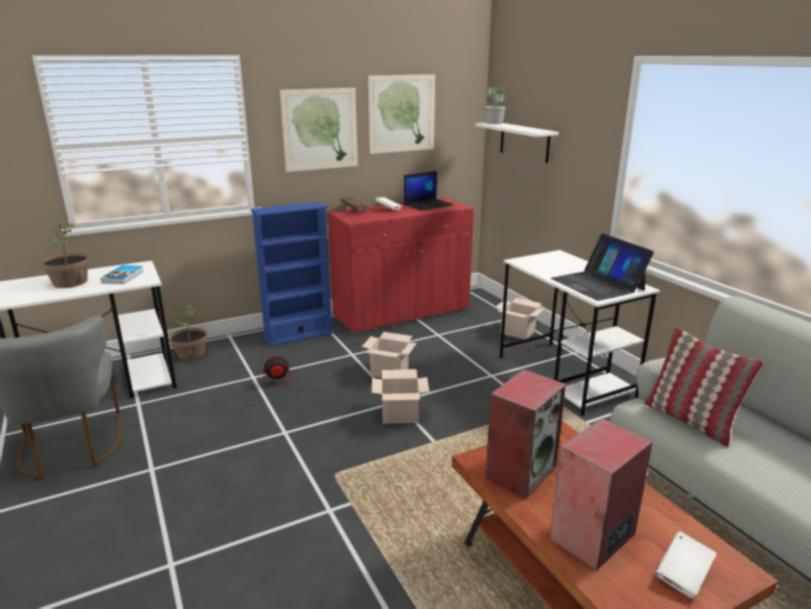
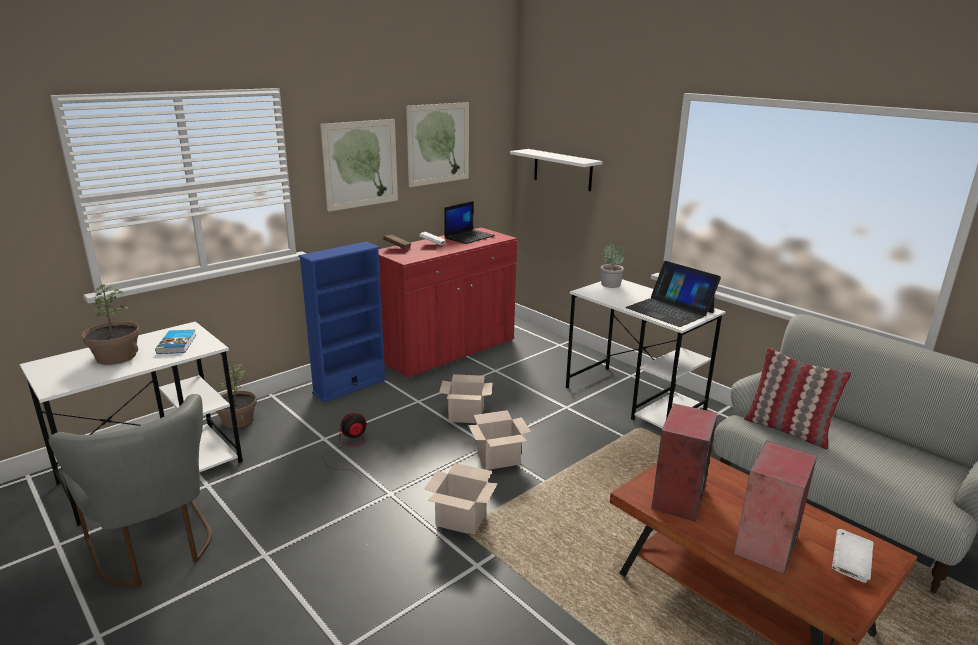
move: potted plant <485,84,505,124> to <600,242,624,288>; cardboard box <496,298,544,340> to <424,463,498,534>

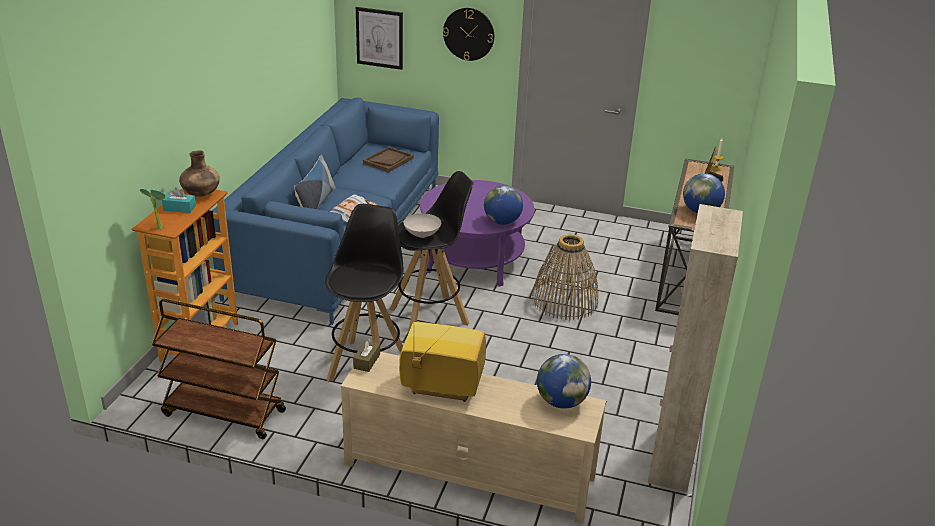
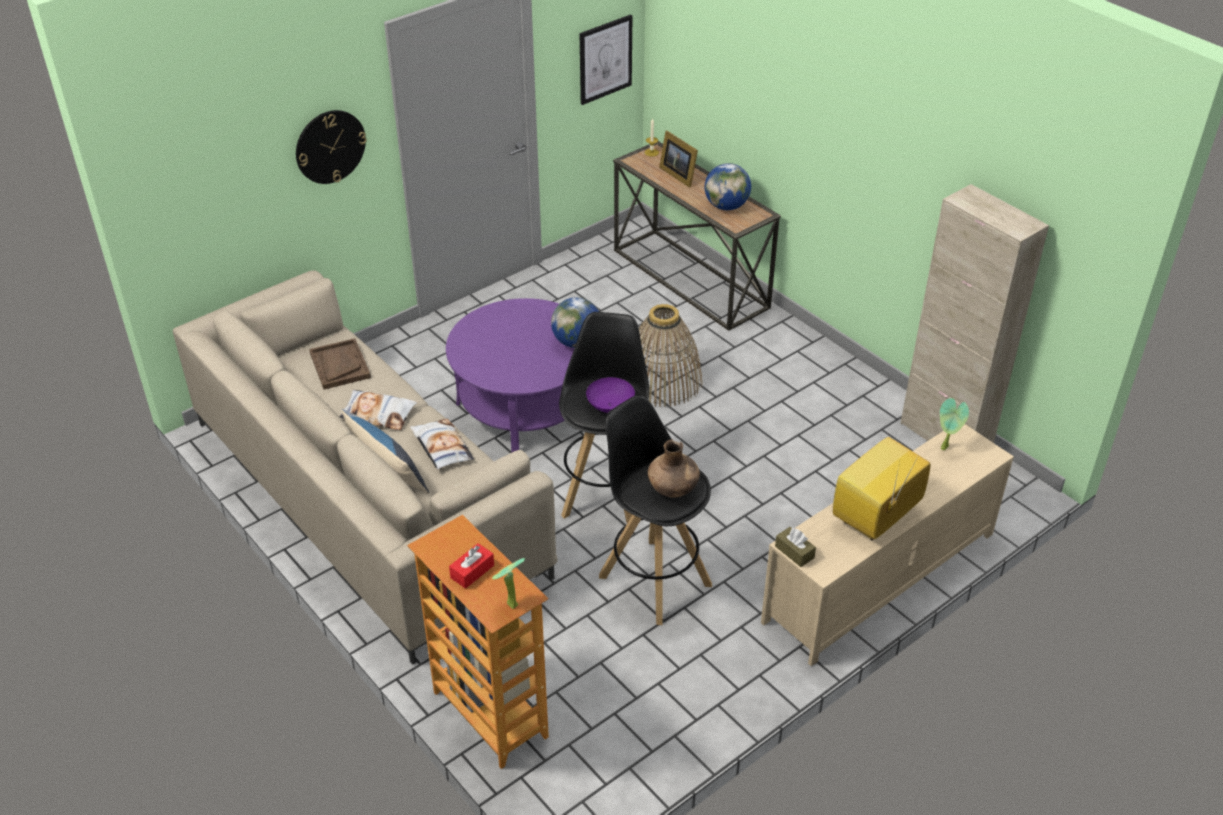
delete: cart (brown) <151,299,286,439>
insert: pillow <339,390,417,430>
move: picture <356,7,403,70> to <580,14,632,105>; vase (brown) <179,150,220,197> to <648,439,700,498>
replace: globe <537,354,591,409> to potted plant <940,398,969,450>
recolor: sofa (blue) <212,98,439,325> to sofa (beige) <173,270,558,665>; tissue box (turquoise) <162,187,196,213> to tissue box (red) <449,543,494,589>; bowl (white) <403,213,441,238> to bowl (purple) <586,377,635,413>

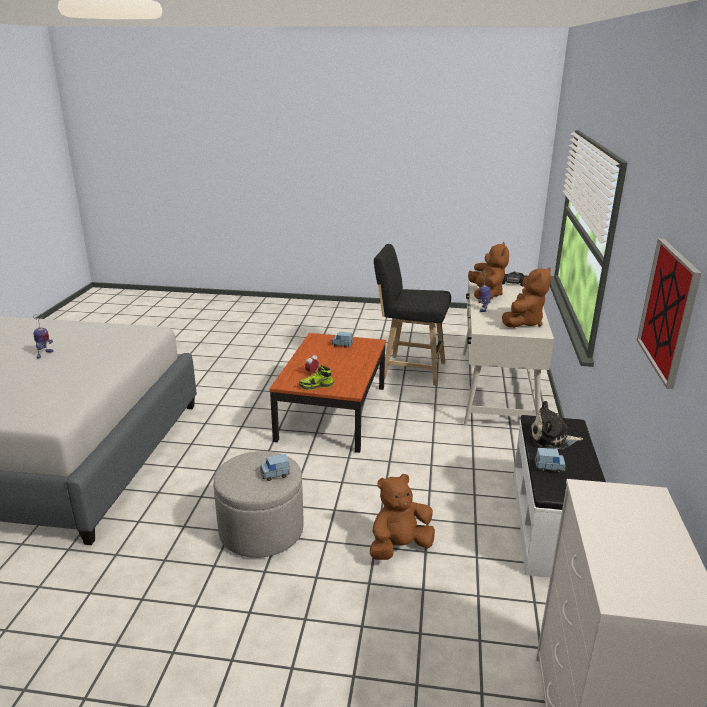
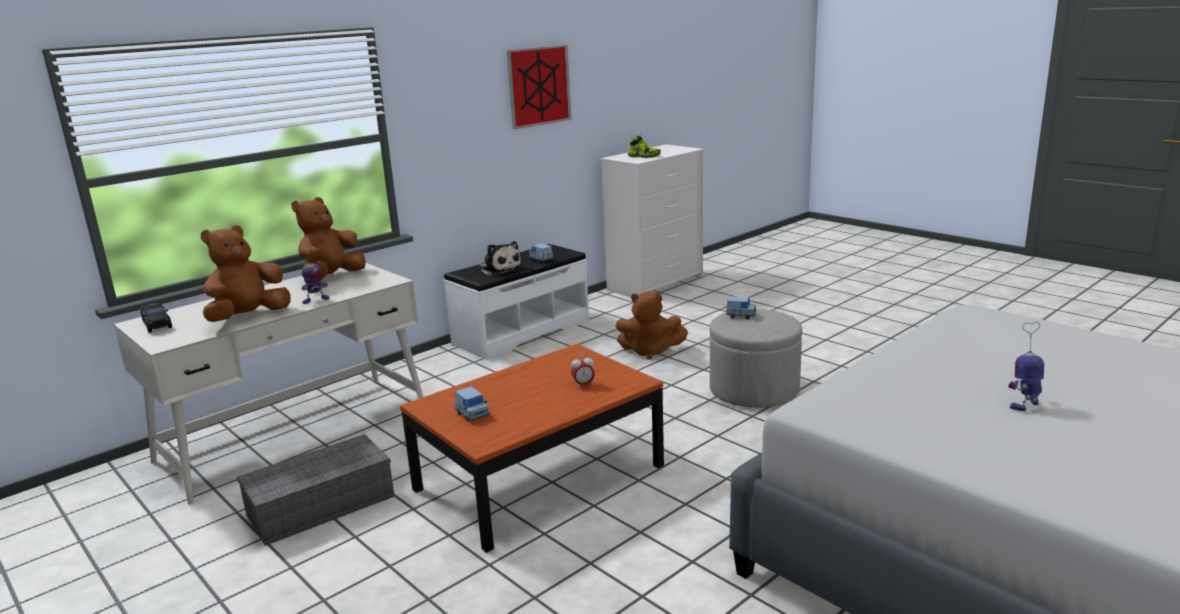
move: shoe <299,365,334,390> to <628,135,661,158>
replace: stool (black) <374,244,451,386> to storage box (grey) <237,434,395,546>
rotate: plush toy (brown) <502,267,551,328> = <291,197,366,278> 45 degrees counterclockwise

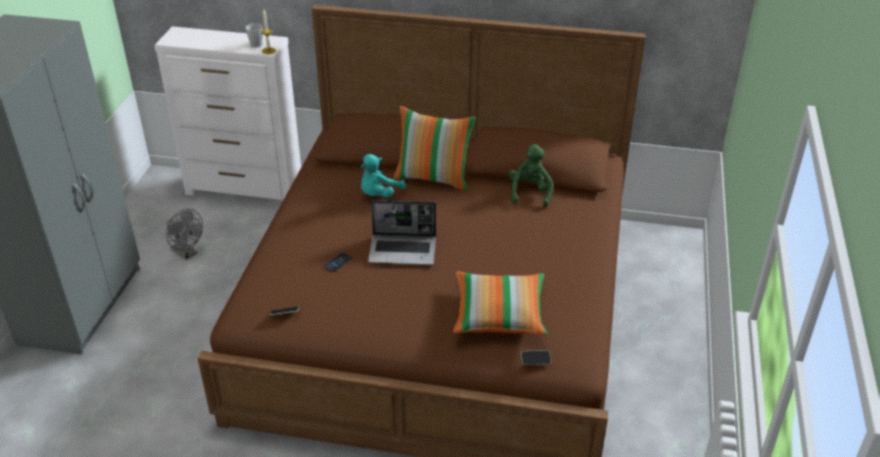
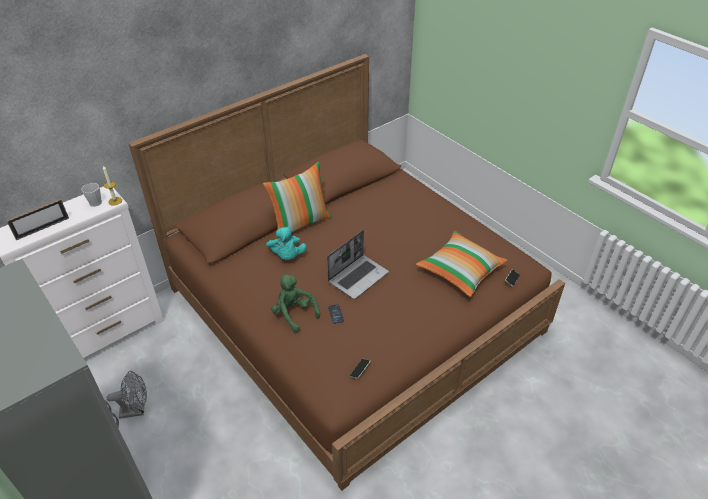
insert: picture frame <6,199,69,240>
move: plush toy (green) <509,144,554,208> to <271,274,320,332>

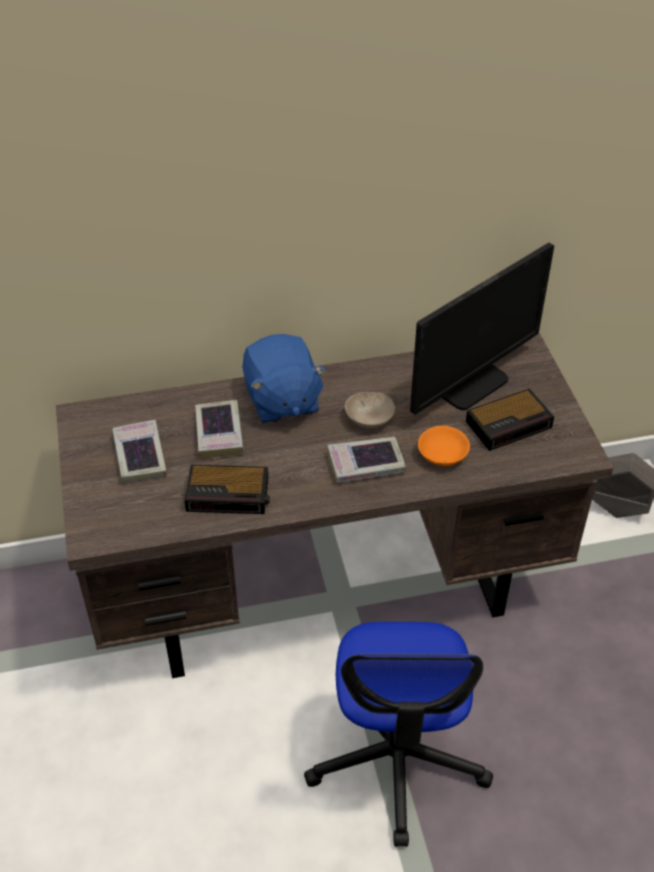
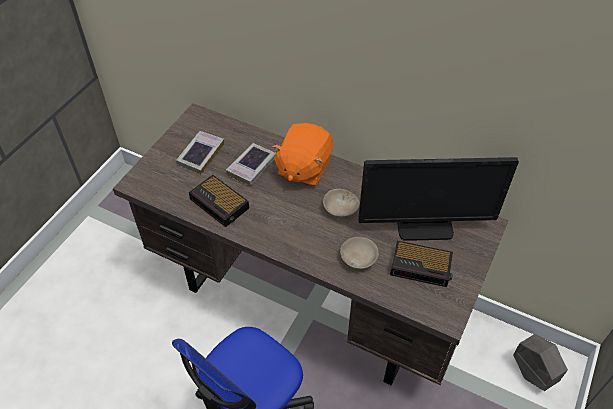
delete: book <327,437,406,483>
recolor: plush toy (blue) <242,334,327,424> to plush toy (orange) <272,123,333,186>; bowl (orange) <418,426,470,466> to bowl (beige) <340,237,379,269>

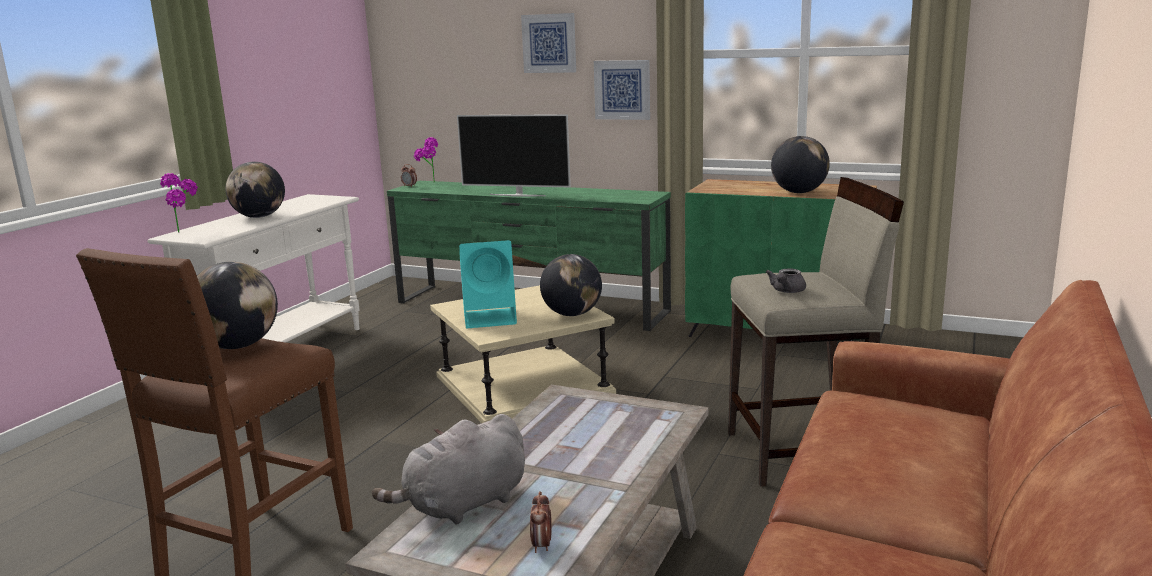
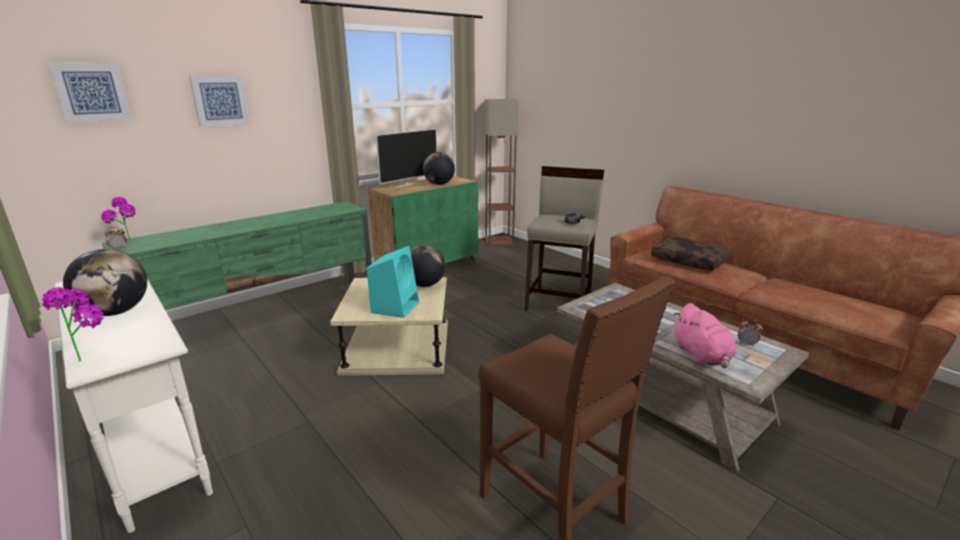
delete: globe <197,262,278,349>
insert: floor lamp <485,99,519,246>; pillow (brown) <651,237,731,271>
move: picture <594,60,650,120> to <48,63,132,123>; television <457,114,571,197> to <376,129,437,187>
recolor: plush toy (grey) <372,414,525,524> to plush toy (pink) <673,303,736,368>

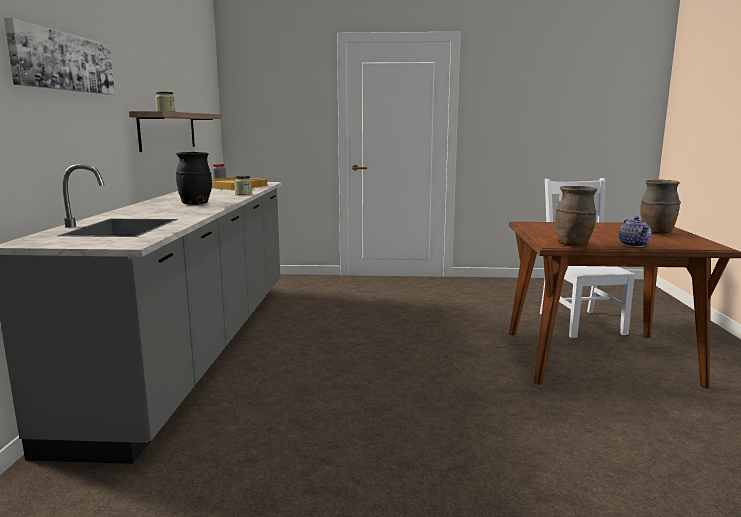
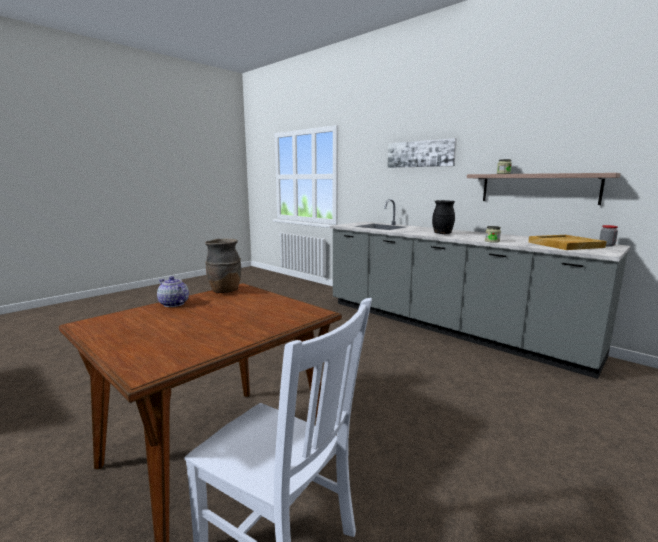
delete: vase (brown) <640,179,681,234>

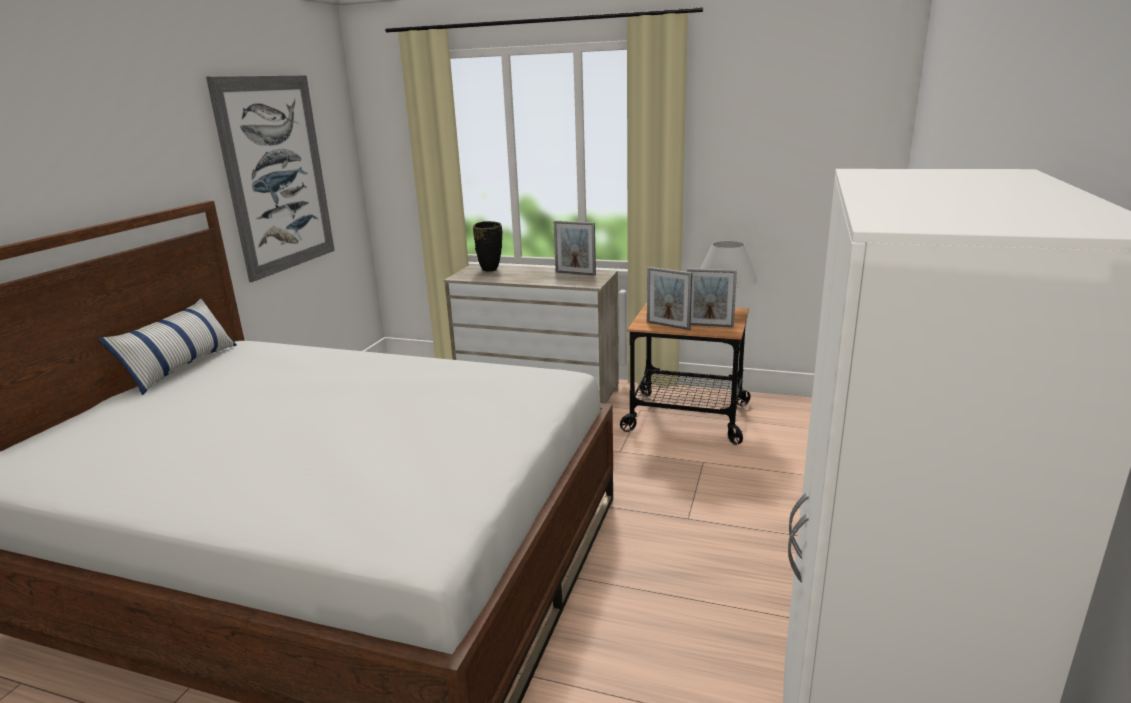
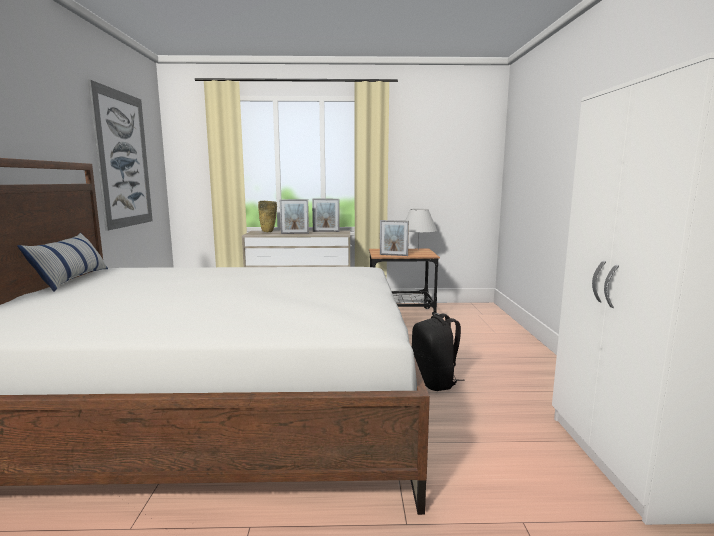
insert: backpack (black) <411,313,465,391>
move: picture frame <687,268,737,327> to <280,199,309,234>
recolor: vase (black) <473,221,502,272> to vase (beige) <258,201,277,232>

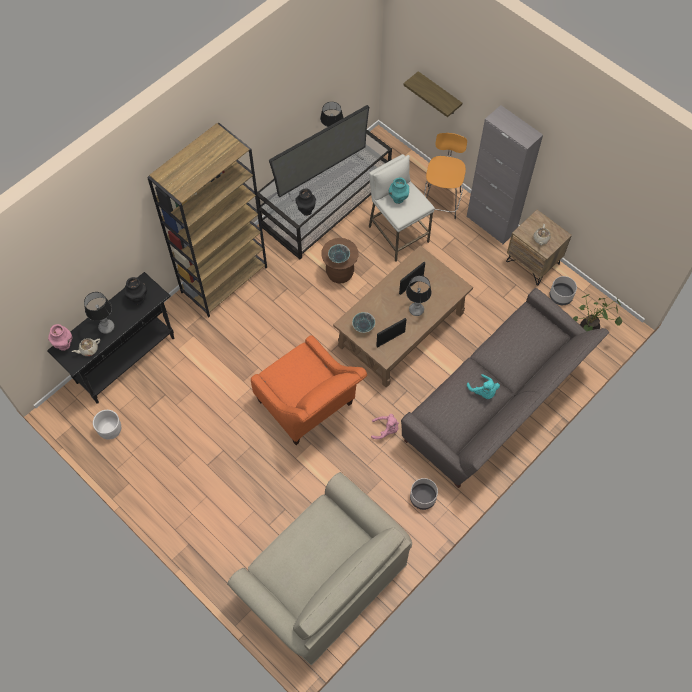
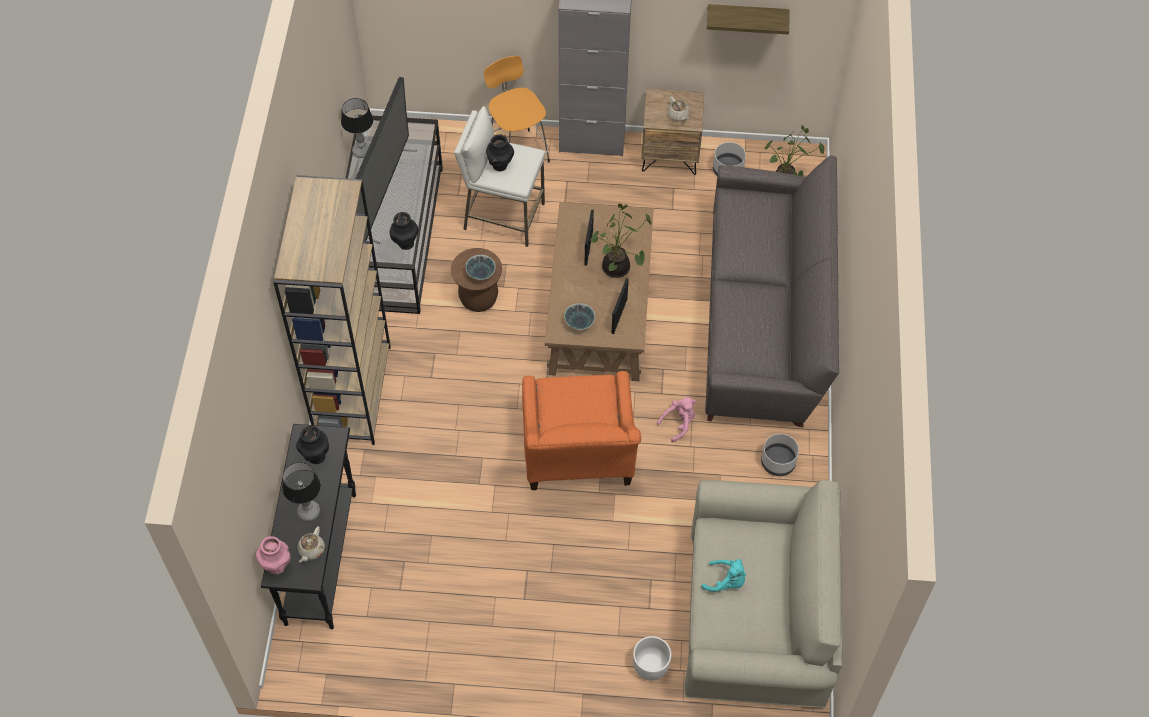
move: shelf <403,71,462,117> to <707,4,789,34>; plush toy (turquoise) <467,374,500,399> to <702,559,746,592>; planter (white) <93,410,121,440> to <633,636,671,681>
replace: table lamp <406,275,432,316> to potted plant <591,204,652,278>
recolor: vase (turquoise) <389,178,409,204> to vase (black) <486,134,514,171>
rotate: armchair (orange) <251,335,367,445> = <522,371,641,490> 75 degrees clockwise

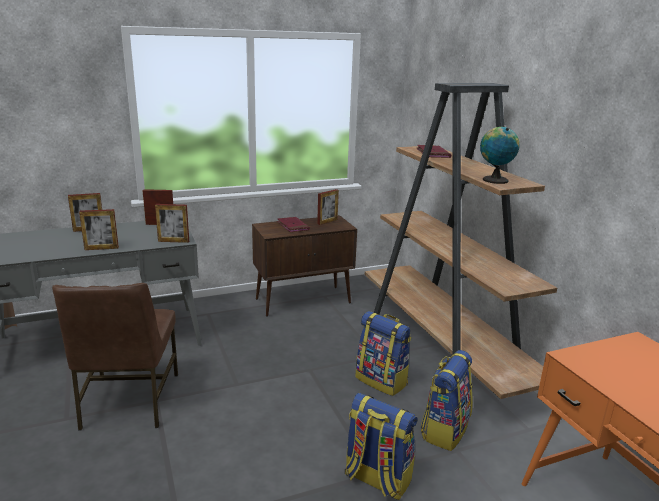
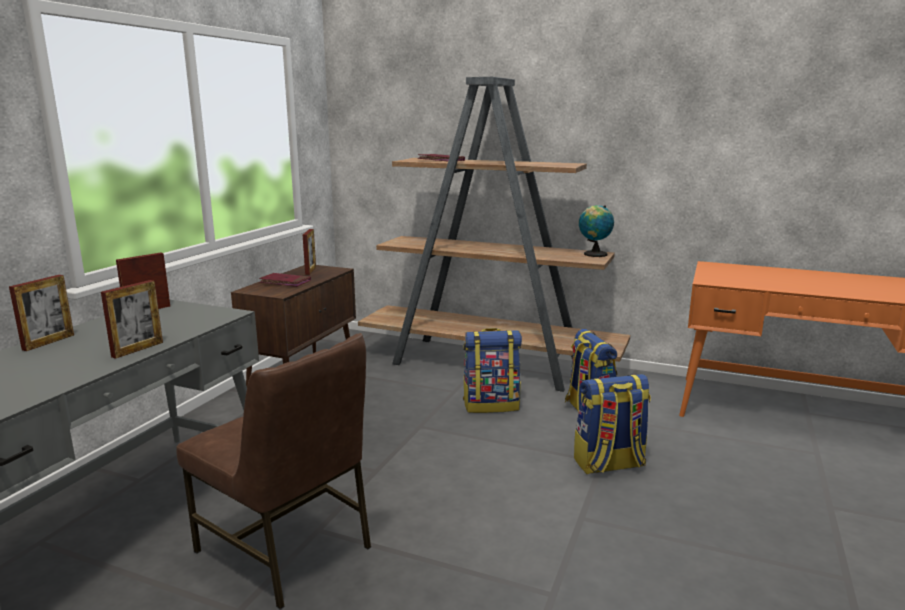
delete: picture frame <155,204,189,243>
move: globe <480,127,520,184> to <579,205,614,257>

